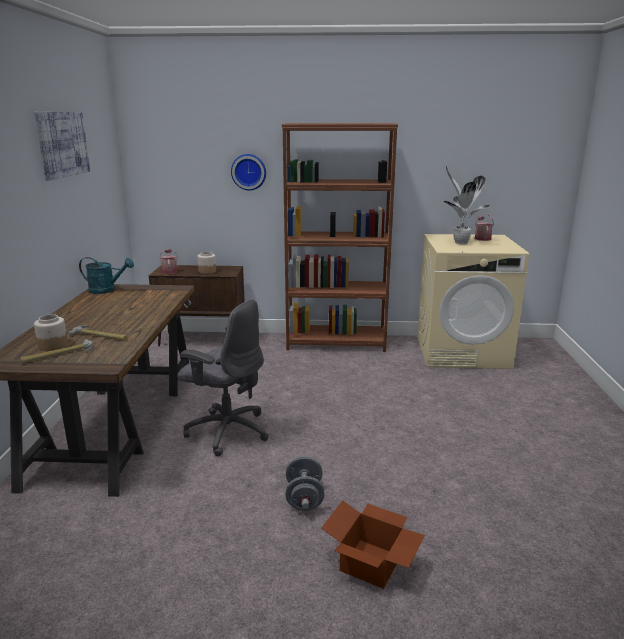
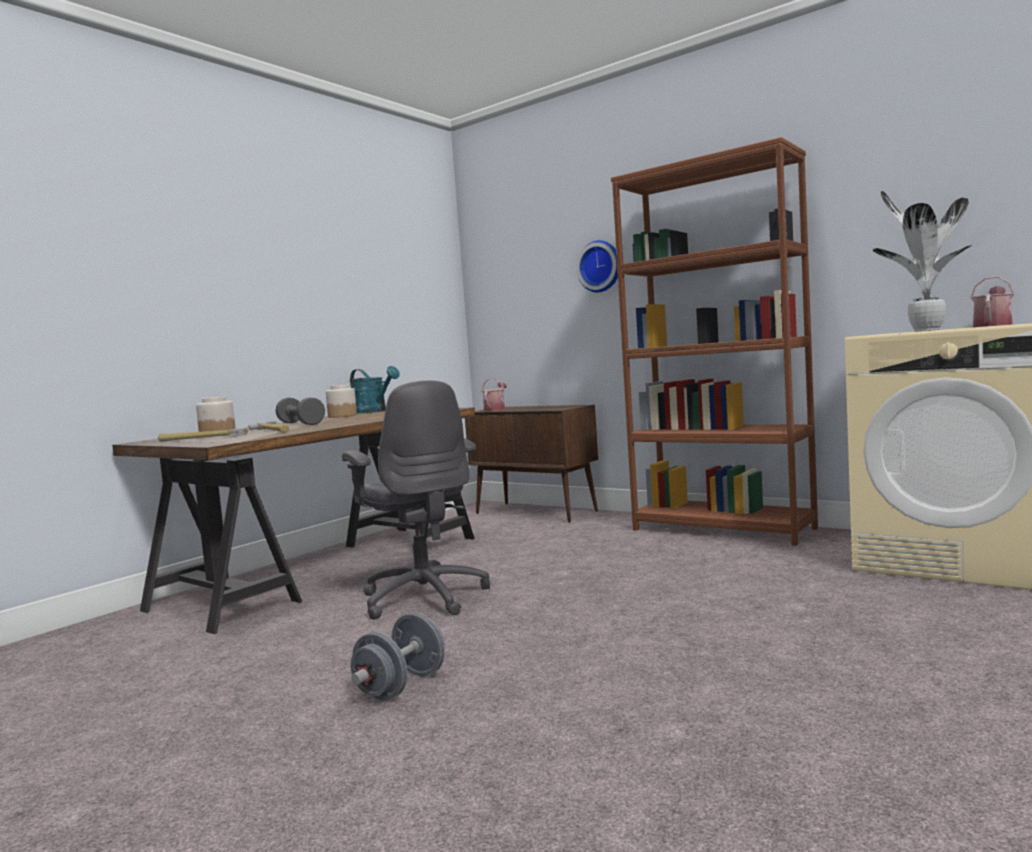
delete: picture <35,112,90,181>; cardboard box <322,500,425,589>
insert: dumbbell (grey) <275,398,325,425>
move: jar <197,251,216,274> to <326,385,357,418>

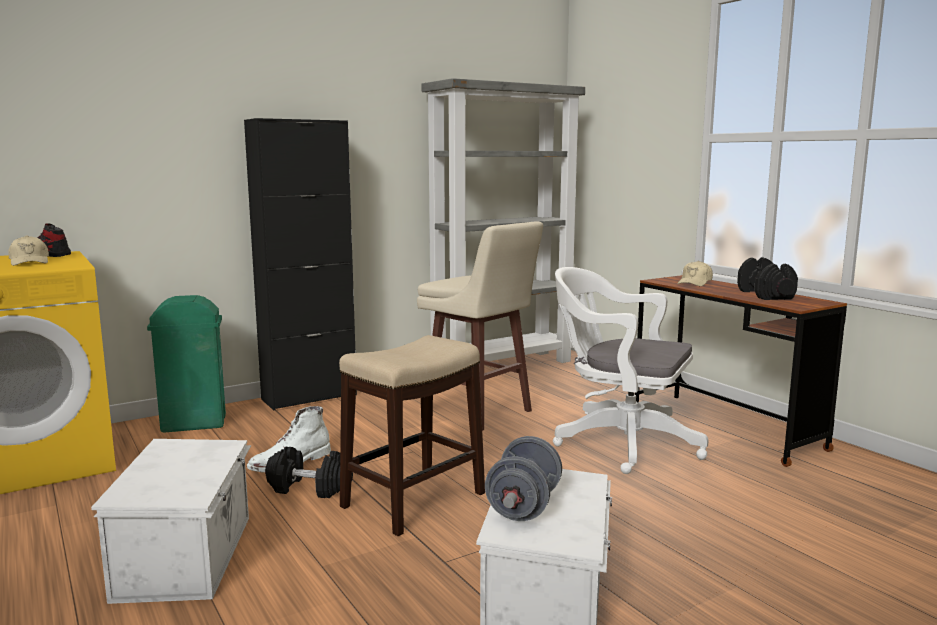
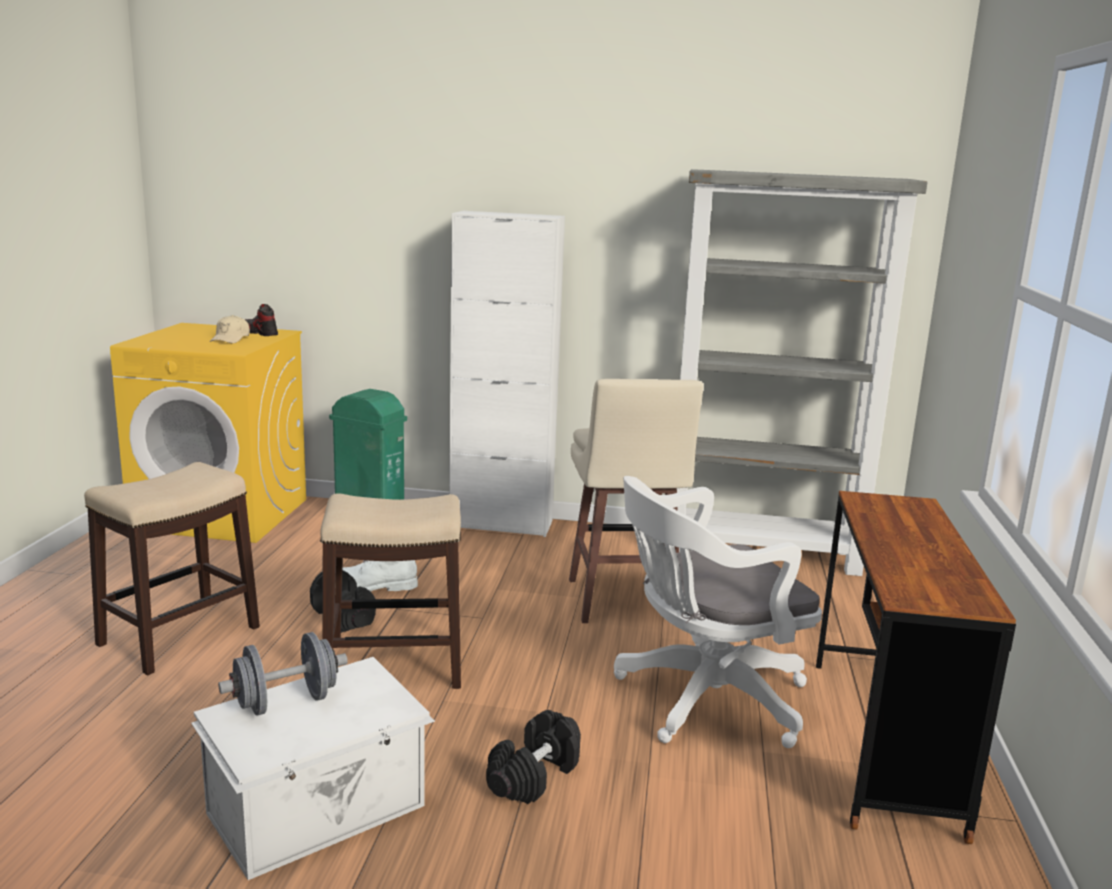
delete: cap (beige) <677,261,713,286>
move: dumbbell (black) <737,257,798,300> to <486,710,581,804>
replace: storage box (white) <91,439,251,604> to stool <84,462,260,675>
recolor: cabinet (black) <244,118,357,410> to cabinet (white) <449,211,565,537>
rotate: office chair (white) <553,267,708,474> = <614,476,822,748> 90 degrees counterclockwise

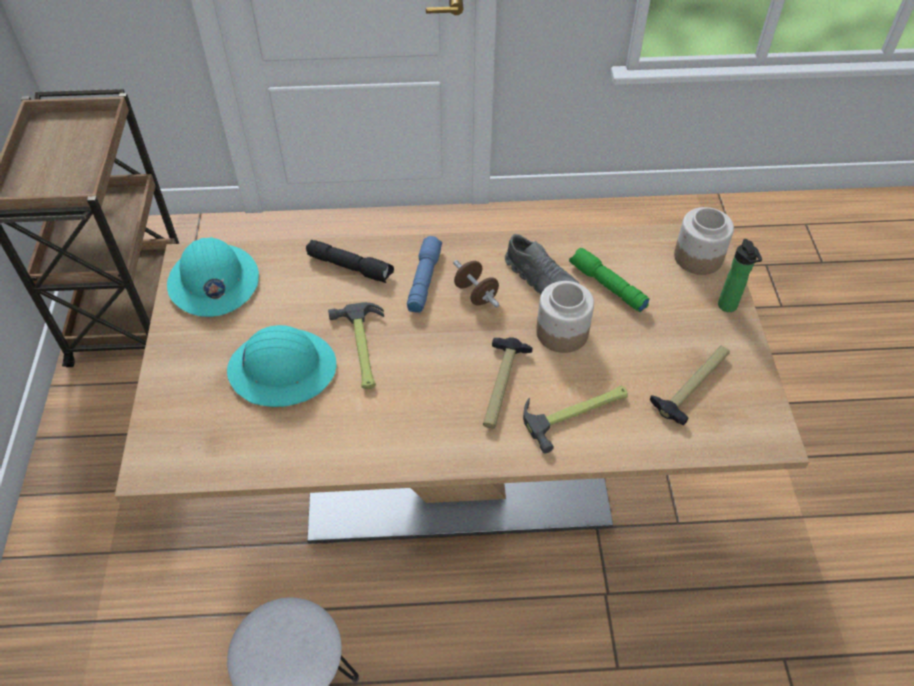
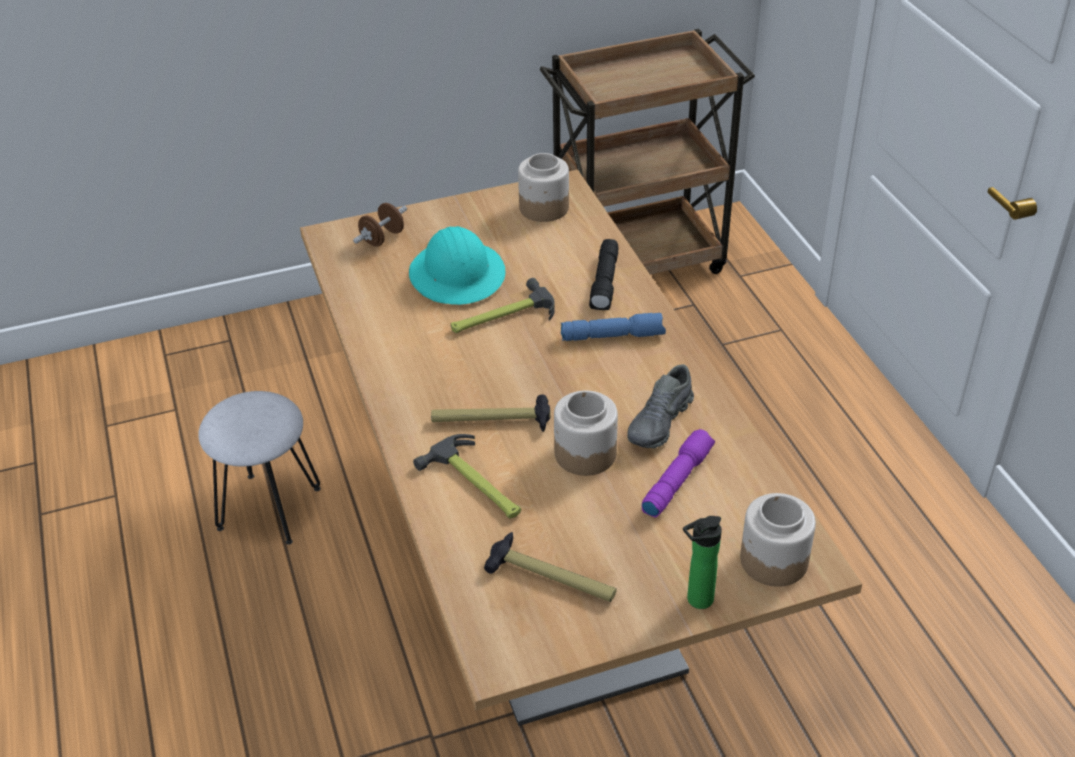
move: dumbbell (brown) <453,260,500,308> to <353,203,407,247>
replace: hard hat (turquoise) <167,237,259,317> to jar <518,153,569,222>
recolor: flashlight (green) <569,248,650,312> to flashlight (purple) <642,429,715,518>

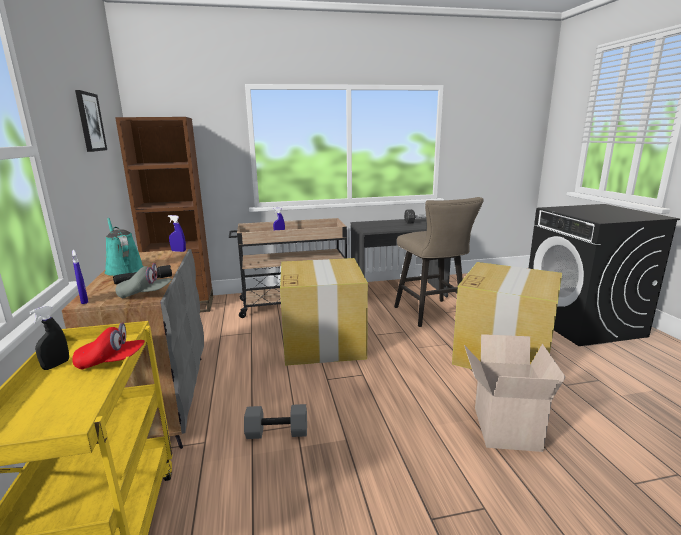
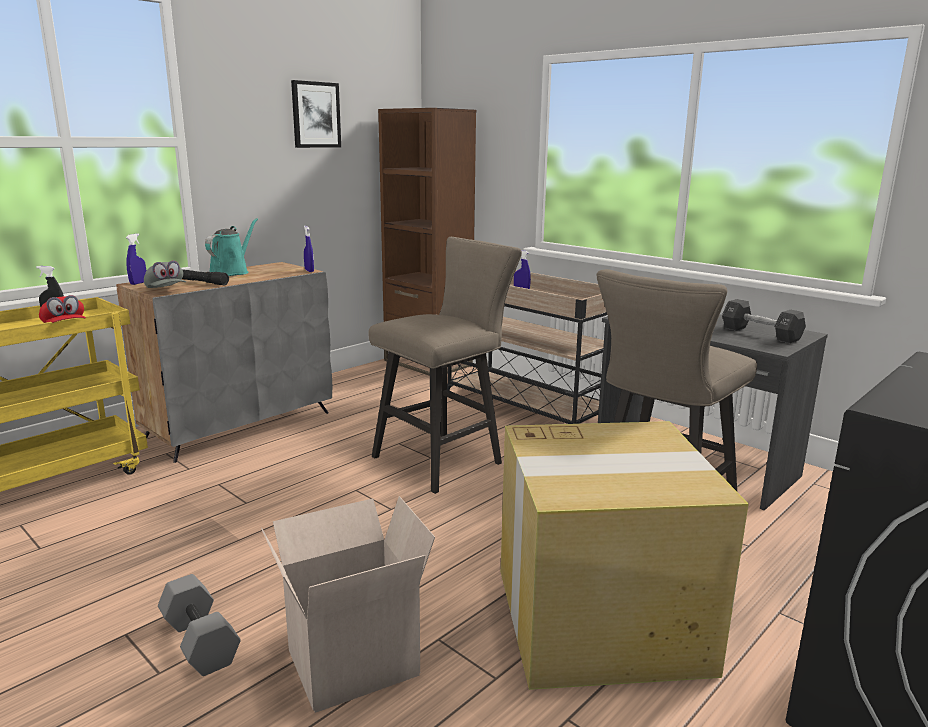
move: dumbbell (grey) <244,404,307,439> to <158,574,241,676>
replace: cardboard box <280,258,368,366> to stool (beige) <369,237,522,494>

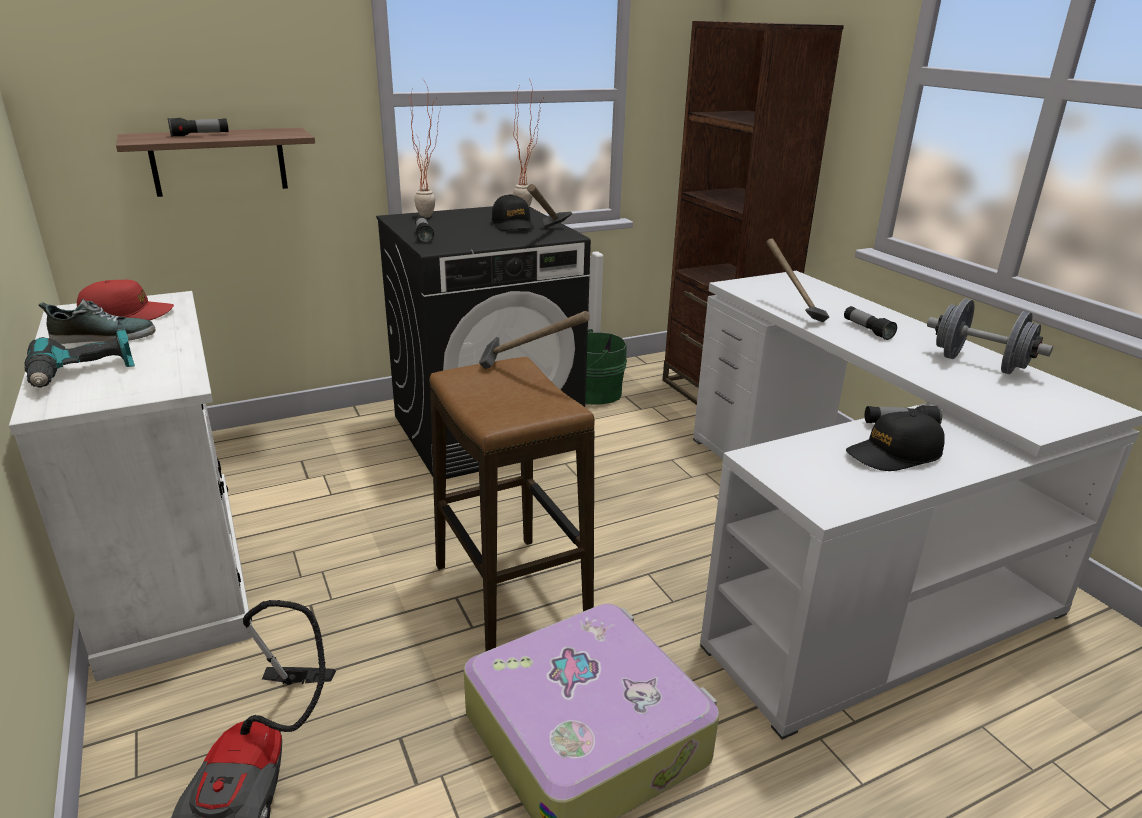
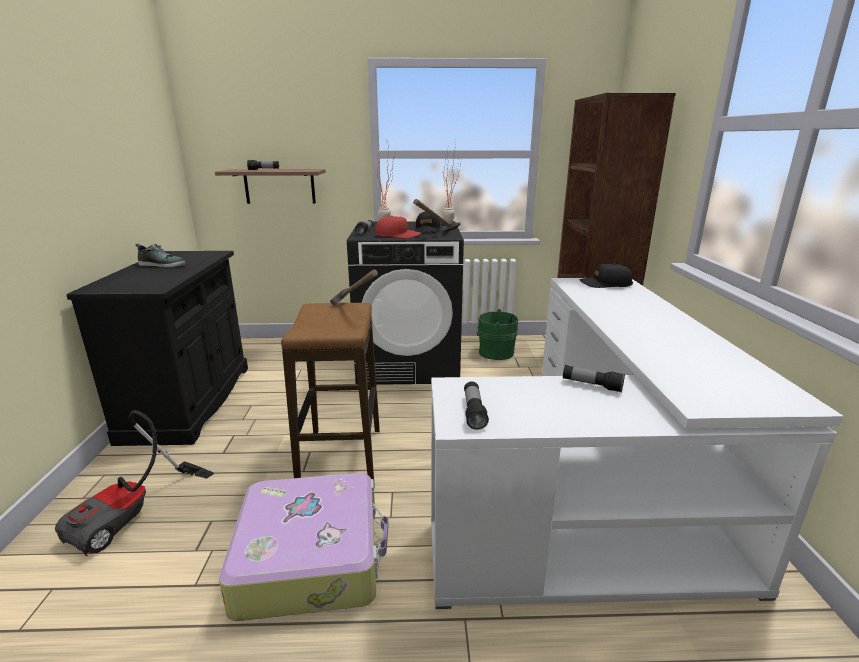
delete: hammer <766,238,829,322>; dumbbell (grey) <927,298,1053,374>; power drill <24,328,135,388>
move: cap (red) <77,280,174,321> to <375,216,421,239>; flashlight <844,306,897,340> to <464,381,489,430>; cap (black) <846,411,945,471> to <580,263,633,288>
recolor: cabinet (white) <9,291,252,681> to cabinet (black) <66,251,248,446>

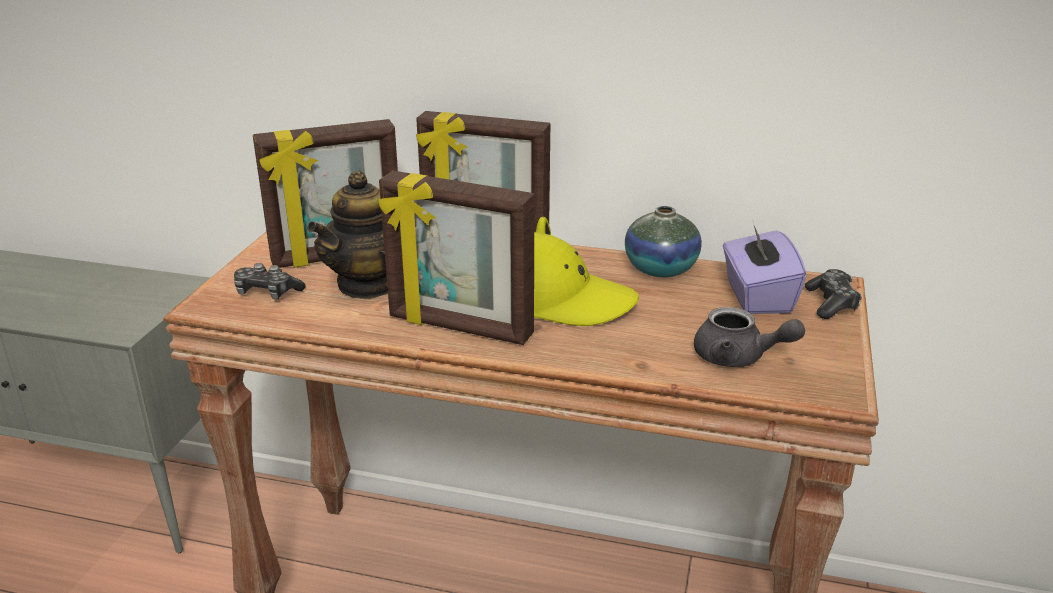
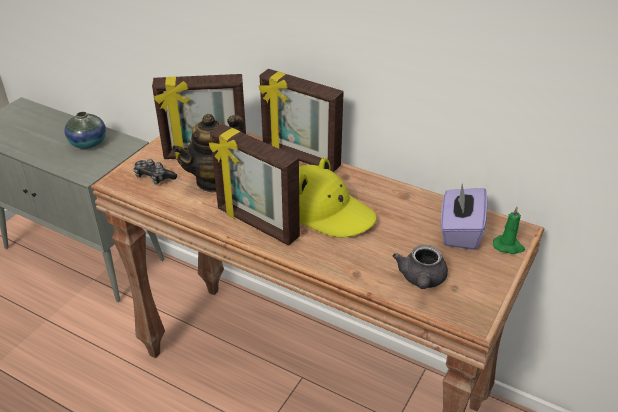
move: vase <625,206,702,277> to <64,112,106,149>
replace: game controller <805,269,862,319> to candle (green) <493,207,525,254>
rotate: teapot (grey) <694,307,805,367> = <393,245,448,289> 60 degrees clockwise

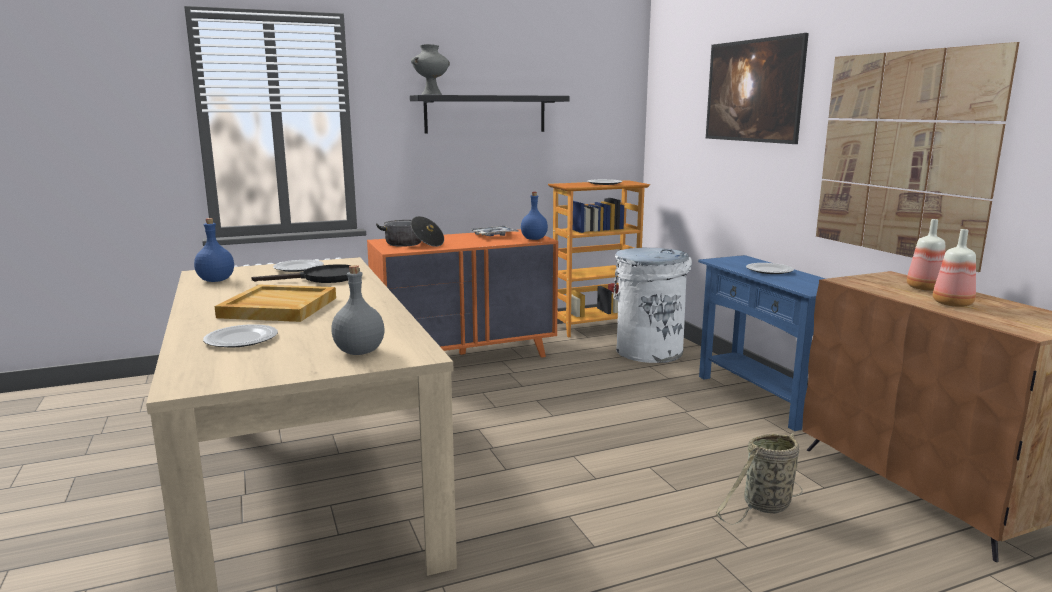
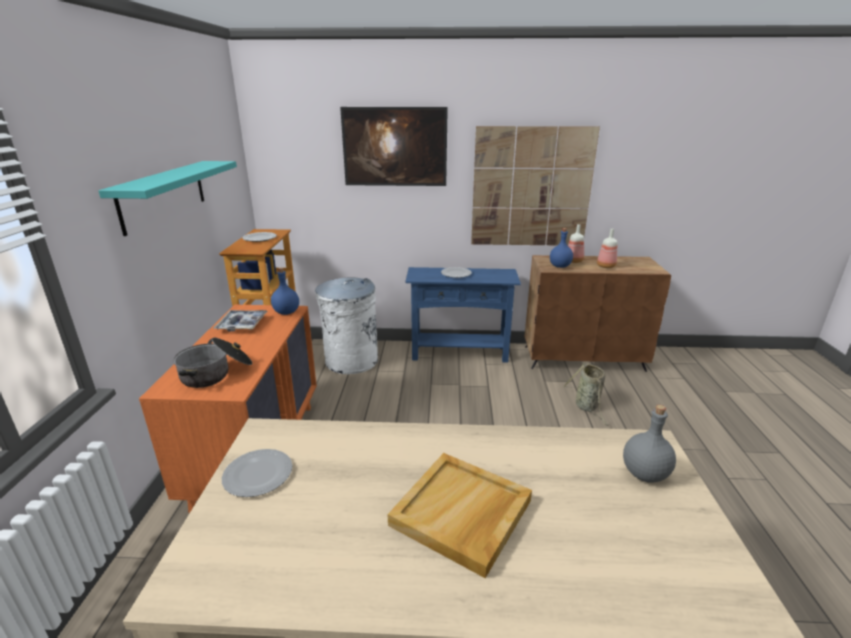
delete: vase (grey) <411,44,450,95>; frying pan (black) <251,264,360,283>; plate <203,324,278,348>
move: bottle (blue) <194,218,234,282> to <550,228,573,268>
recolor: shelf (black) <410,95,570,133> to shelf (turquoise) <98,161,237,236>

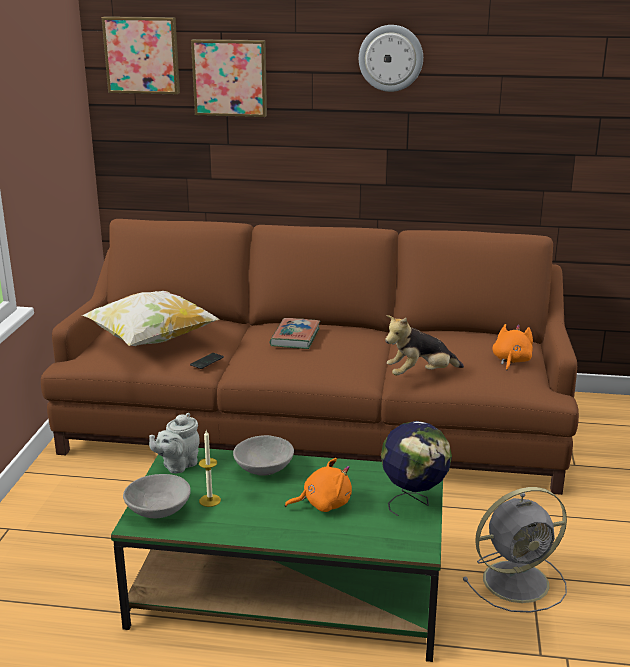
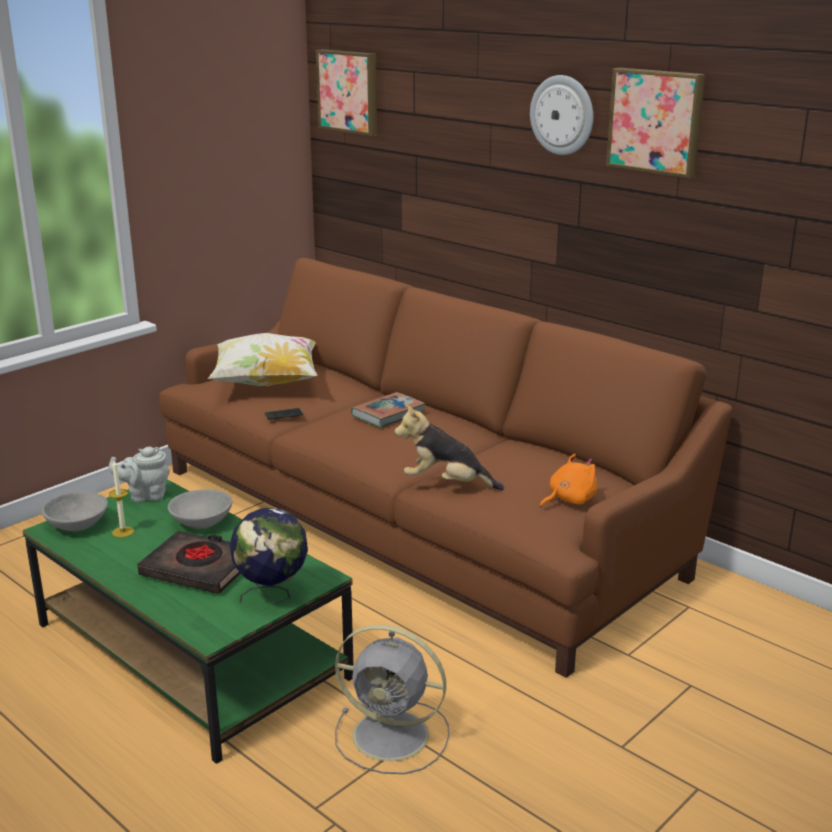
move: picture <191,39,267,117> to <606,68,705,178>
replace: plush toy (orange) <285,458,352,512> to book (black) <137,531,241,594>

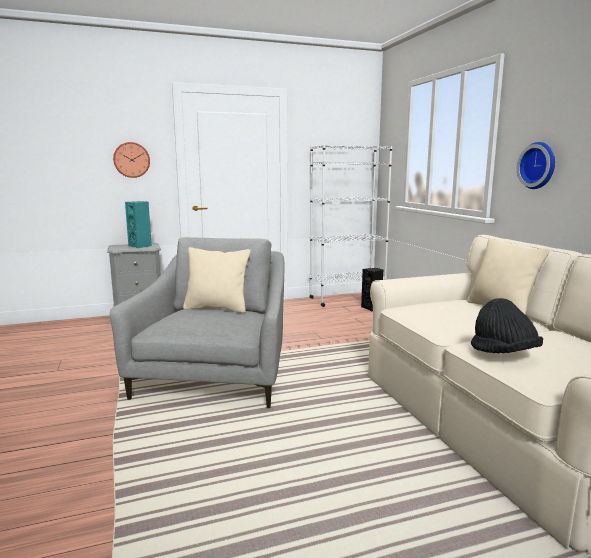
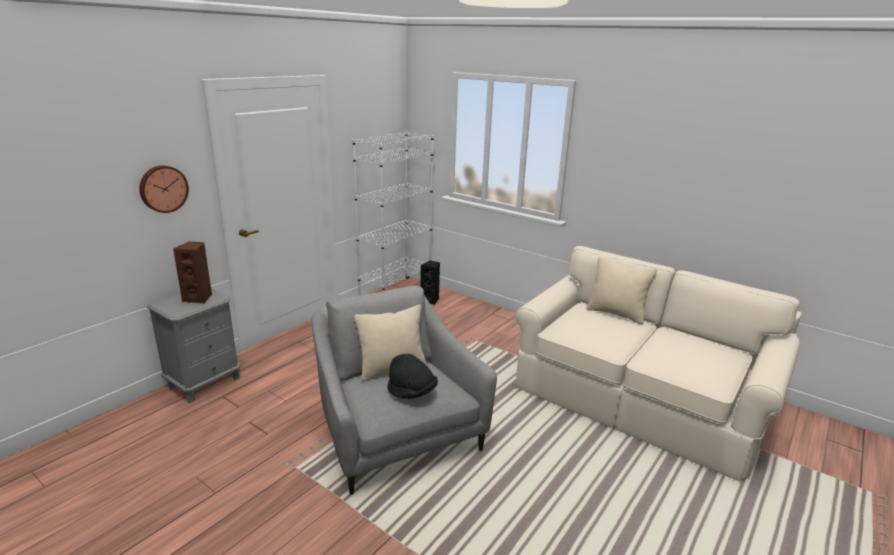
delete: wall clock <517,142,555,189>
move: hat (black) <471,298,543,353> to <387,354,438,399>
recolor: speaker (turquoise) <125,201,152,248> to speaker (brown) <173,241,212,304>

